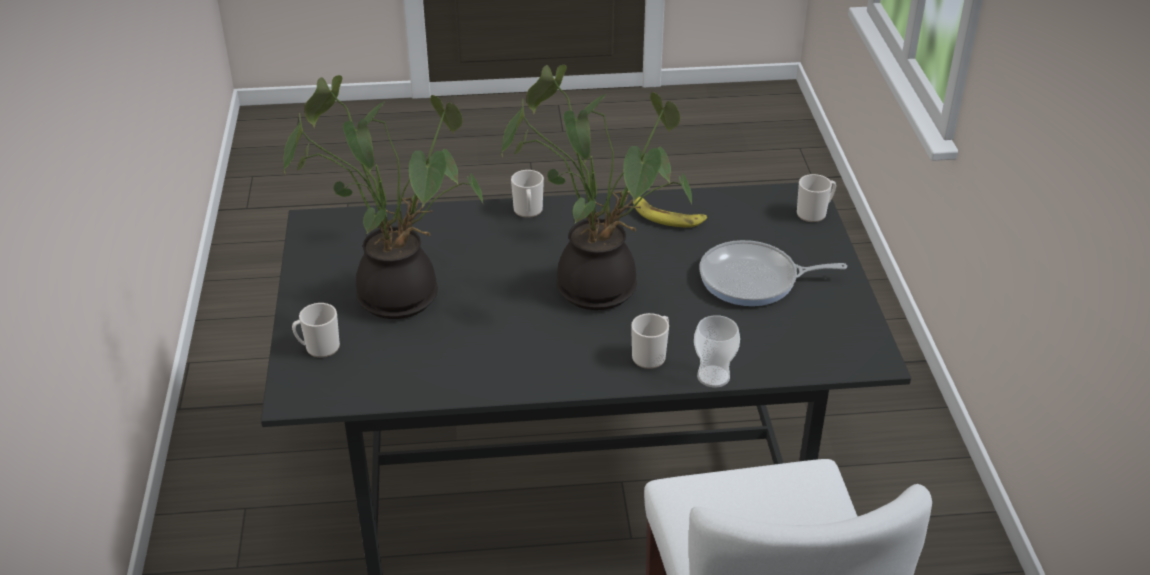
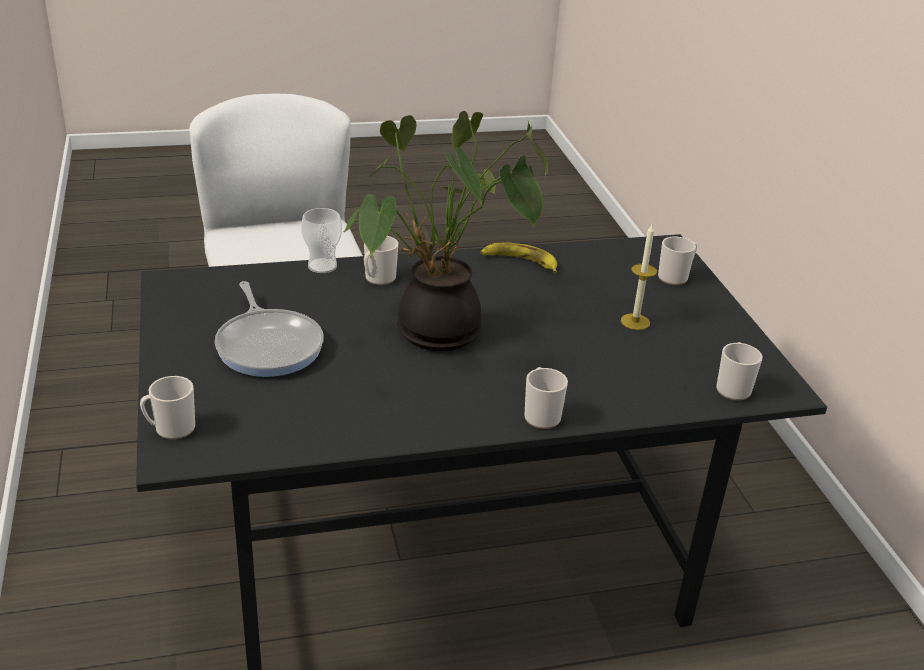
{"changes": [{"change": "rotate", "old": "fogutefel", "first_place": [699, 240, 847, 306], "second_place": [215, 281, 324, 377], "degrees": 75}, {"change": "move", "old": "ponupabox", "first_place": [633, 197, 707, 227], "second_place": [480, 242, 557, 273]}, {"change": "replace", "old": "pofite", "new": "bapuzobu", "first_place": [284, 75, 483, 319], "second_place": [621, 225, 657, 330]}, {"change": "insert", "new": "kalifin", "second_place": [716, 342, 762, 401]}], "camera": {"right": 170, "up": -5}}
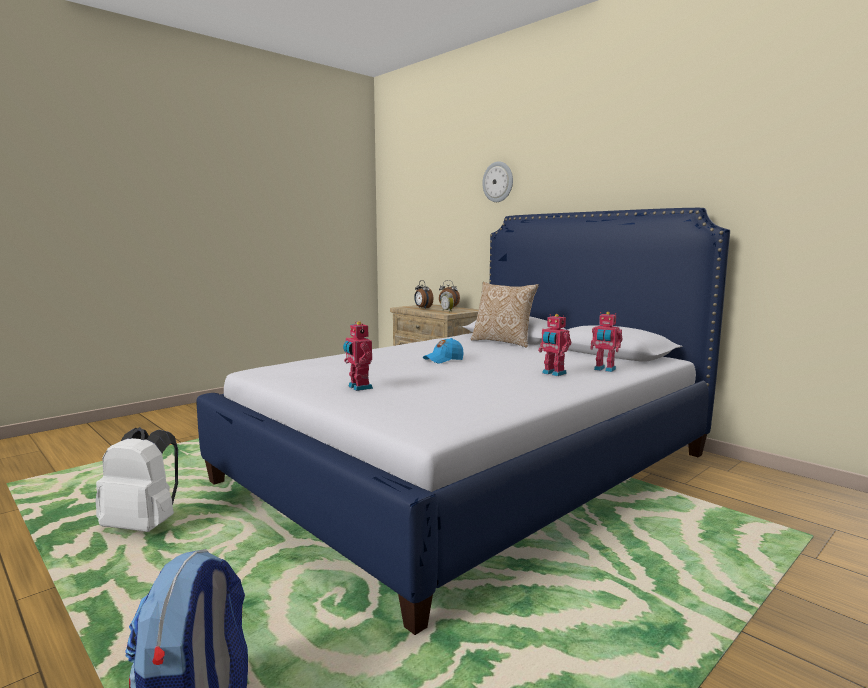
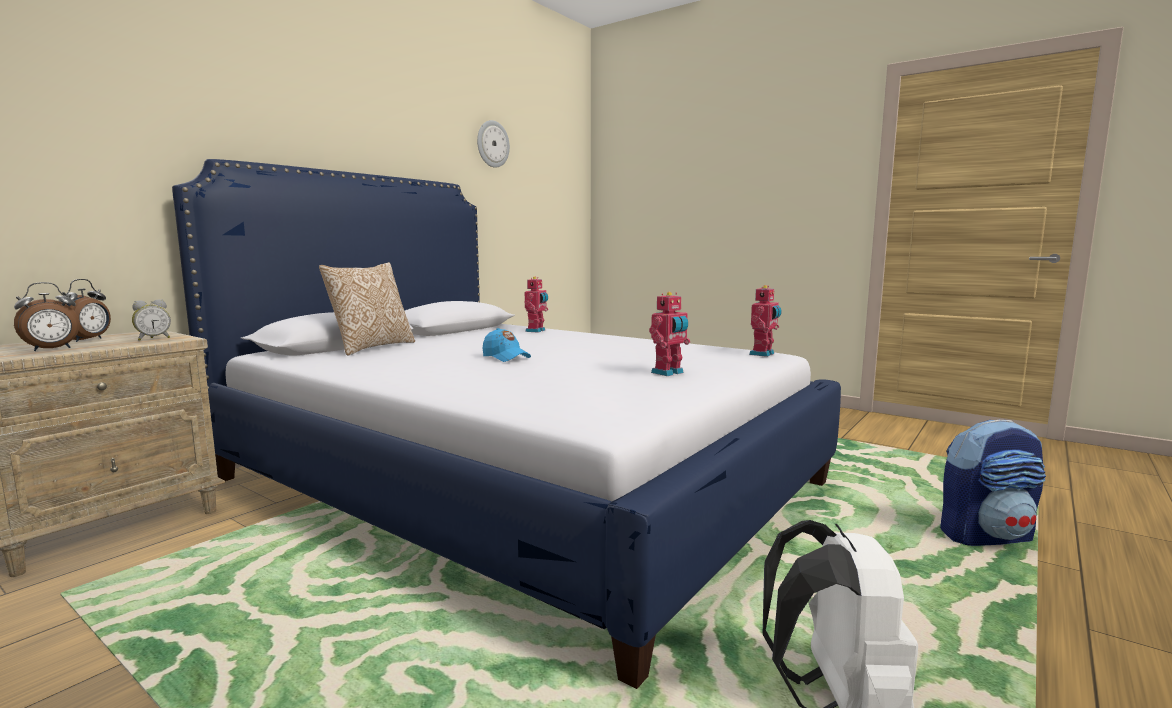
{"changes": [{"change": "move", "old": "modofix", "first_place": [482, 161, 513, 202], "second_place": [477, 120, 510, 168]}, {"change": "move", "old": "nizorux", "first_place": [538, 314, 571, 376], "second_place": [749, 285, 782, 357]}], "camera": {"right": -100, "up": 0}}
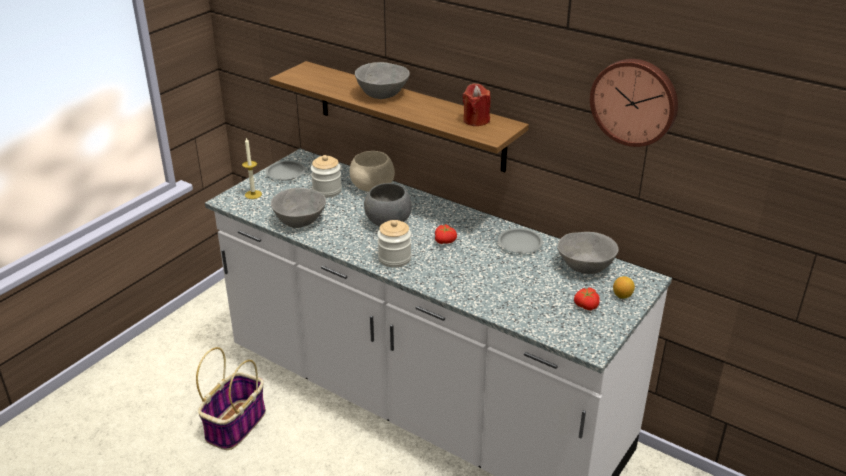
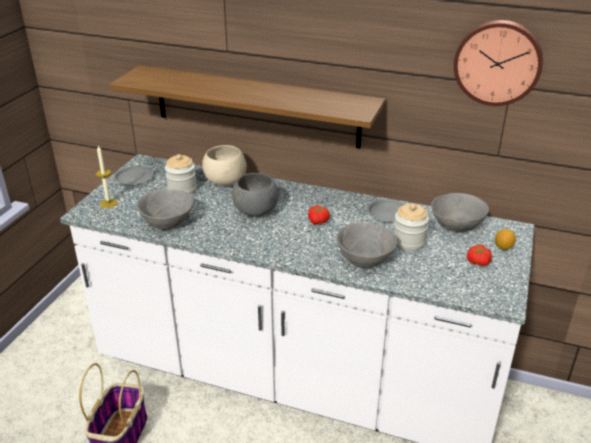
{"changes": [{"change": "move", "old": "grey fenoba", "first_place": [355, 62, 410, 99], "second_place": [337, 222, 397, 268]}, {"change": "move", "old": "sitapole", "first_place": [377, 220, 411, 268], "second_place": [394, 204, 429, 251]}, {"change": "delete", "old": "red bapuzobu", "first_place": [463, 84, 490, 126]}], "camera": {"right": -15, "up": 0}}
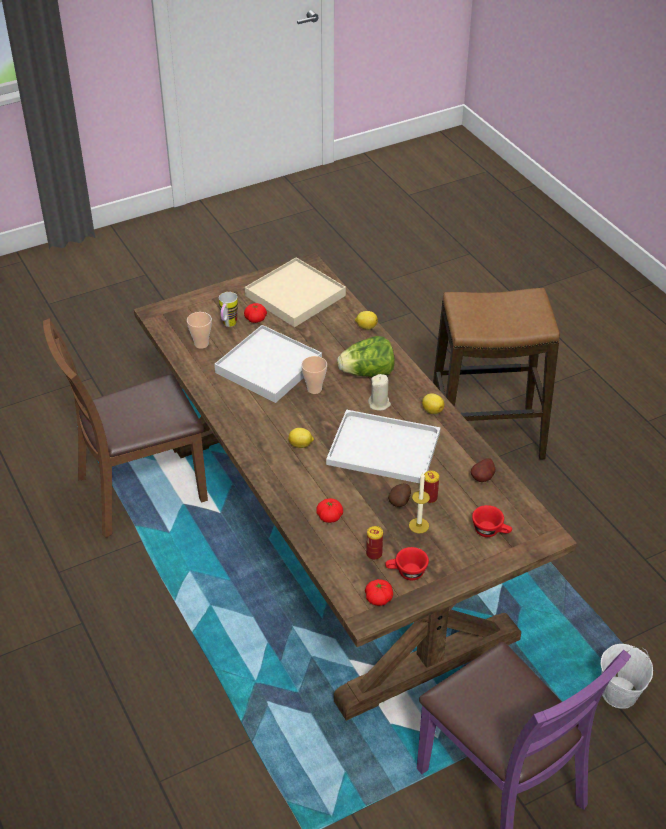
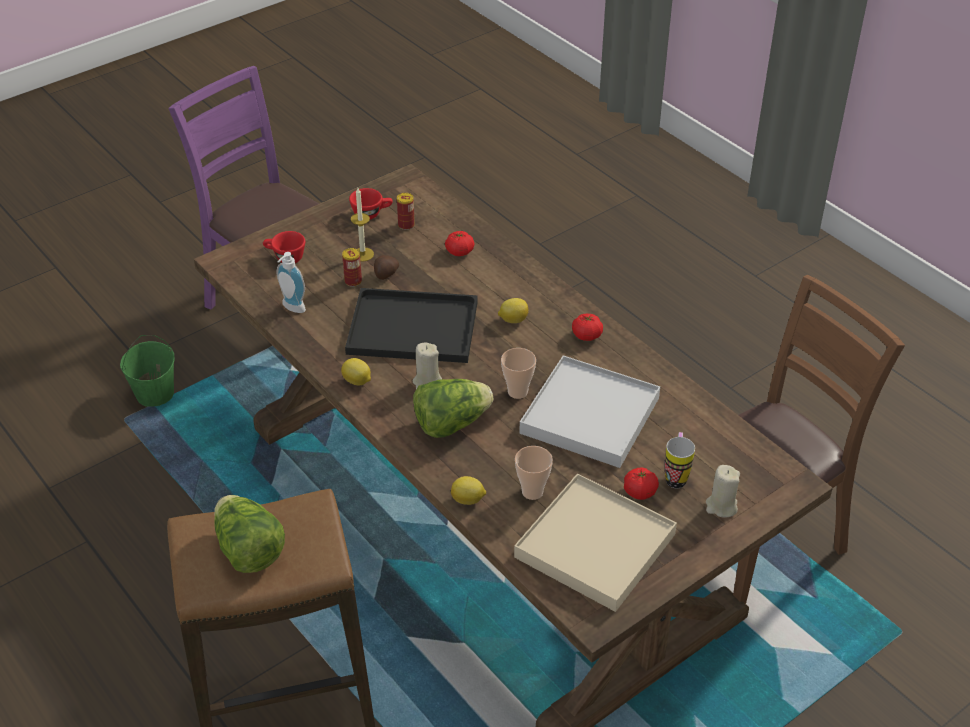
{"changes": [{"change": "recolor", "old": "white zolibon", "new": "green zolibon", "first_place": [601, 644, 653, 709], "second_place": [120, 335, 175, 407]}, {"change": "insert", "new": "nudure", "second_place": [214, 495, 285, 573]}, {"change": "replace", "old": "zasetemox", "new": "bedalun", "first_place": [471, 458, 495, 482], "second_place": [277, 252, 306, 313]}, {"change": "recolor", "old": "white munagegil", "new": "black munagegil", "first_place": [326, 410, 441, 483], "second_place": [345, 288, 478, 363]}, {"change": "move", "old": "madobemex", "first_place": [187, 312, 212, 349], "second_place": [515, 446, 553, 500]}, {"change": "move", "old": "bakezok", "first_place": [365, 579, 393, 606], "second_place": [572, 313, 603, 341]}, {"change": "insert", "new": "beige bapuzobu", "second_place": [706, 465, 740, 518]}], "camera": {"right": 170, "up": 0}}
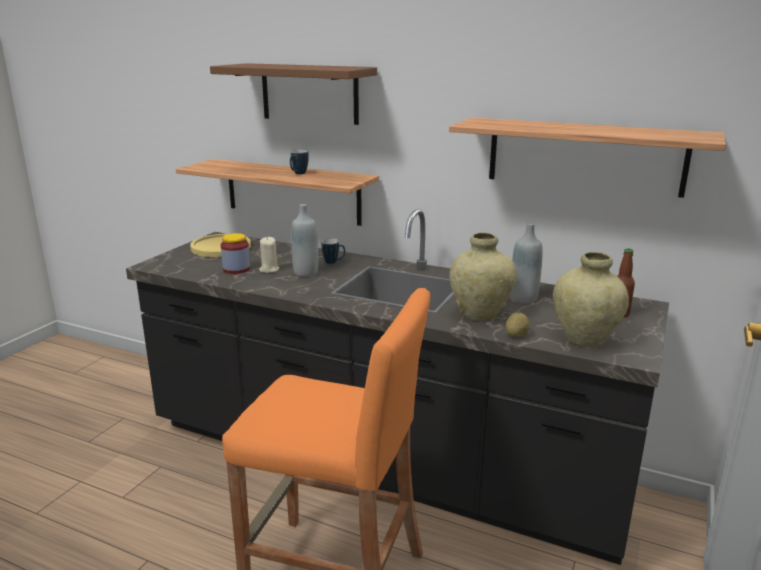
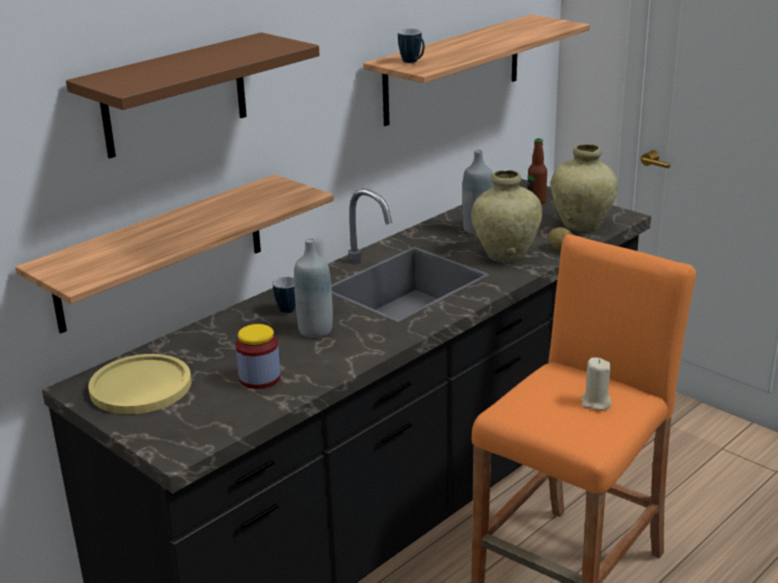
{"changes": [{"change": "move", "old": "kalifin", "first_place": [290, 149, 309, 174], "second_place": [398, 29, 425, 63]}, {"change": "move", "old": "beige bapuzobu", "first_place": [259, 237, 279, 273], "second_place": [581, 357, 612, 410]}], "camera": {"right": -70, "up": 5}}
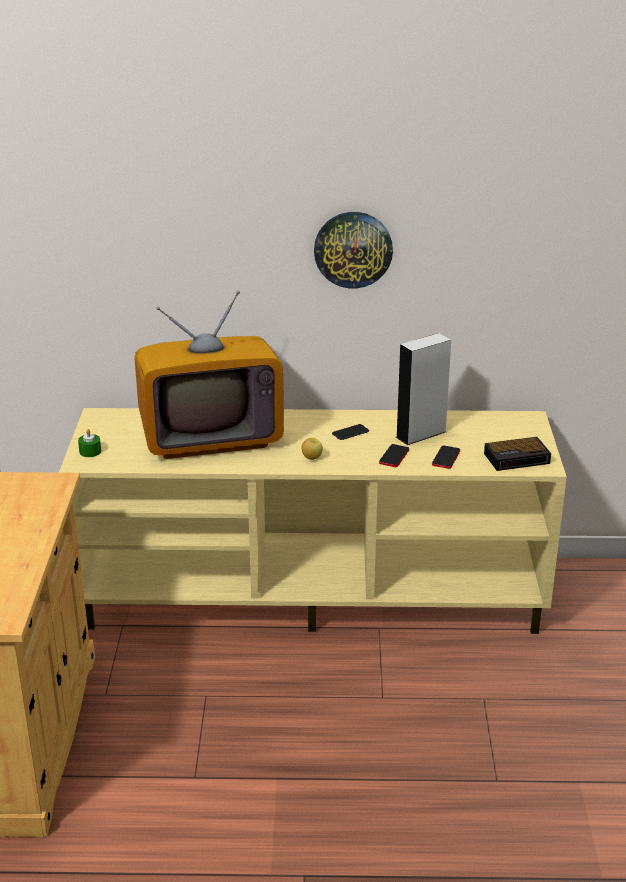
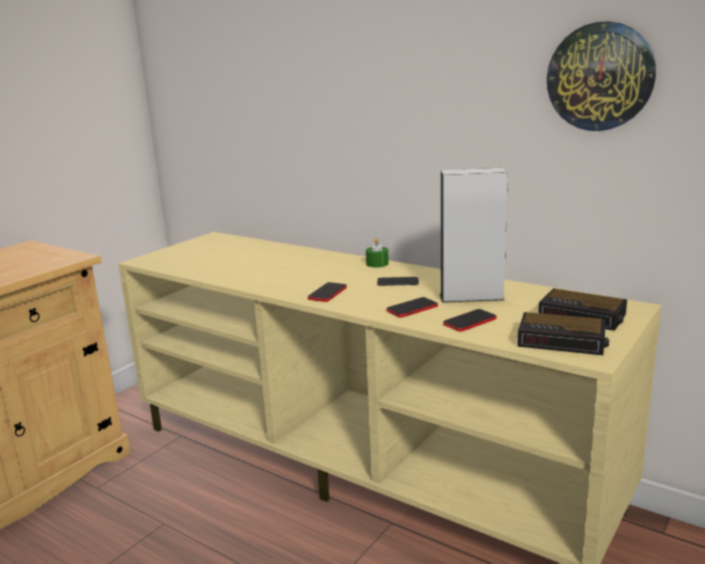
{"changes": [{"change": "replace", "old": "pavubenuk", "new": "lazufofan", "first_place": [301, 438, 323, 460], "second_place": [308, 282, 347, 302]}, {"change": "move", "old": "green bapuzobu", "first_place": [78, 429, 101, 457], "second_place": [366, 238, 389, 268]}, {"change": "insert", "new": "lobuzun", "second_place": [538, 288, 627, 331]}, {"change": "move", "old": "modofix", "first_place": [314, 212, 393, 288], "second_place": [547, 21, 656, 131]}, {"change": "delete", "old": "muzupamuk", "first_place": [135, 291, 284, 459]}], "camera": {"right": 35, "up": -10}}
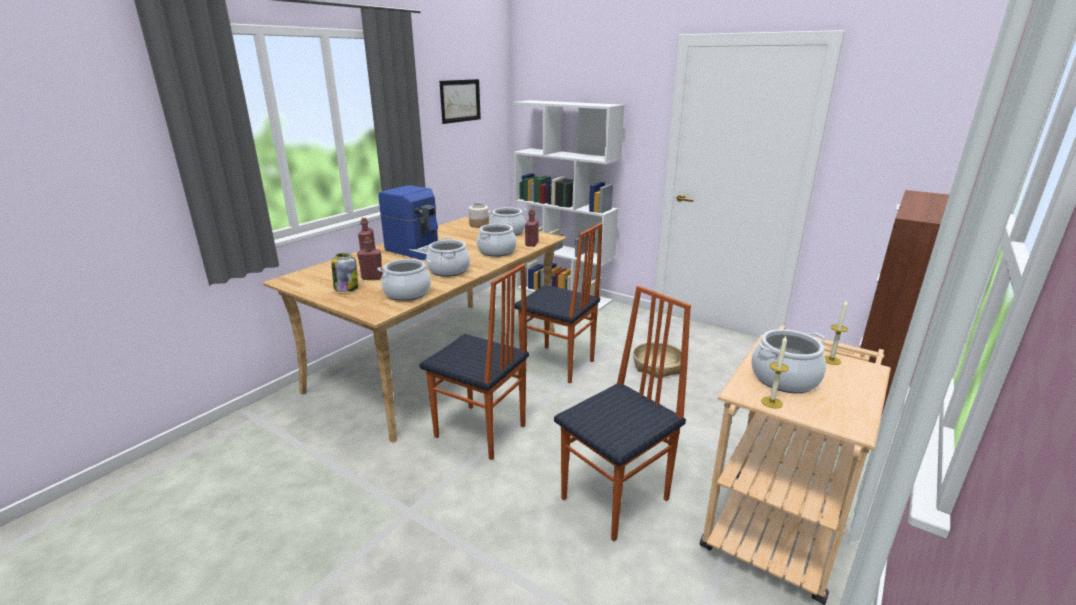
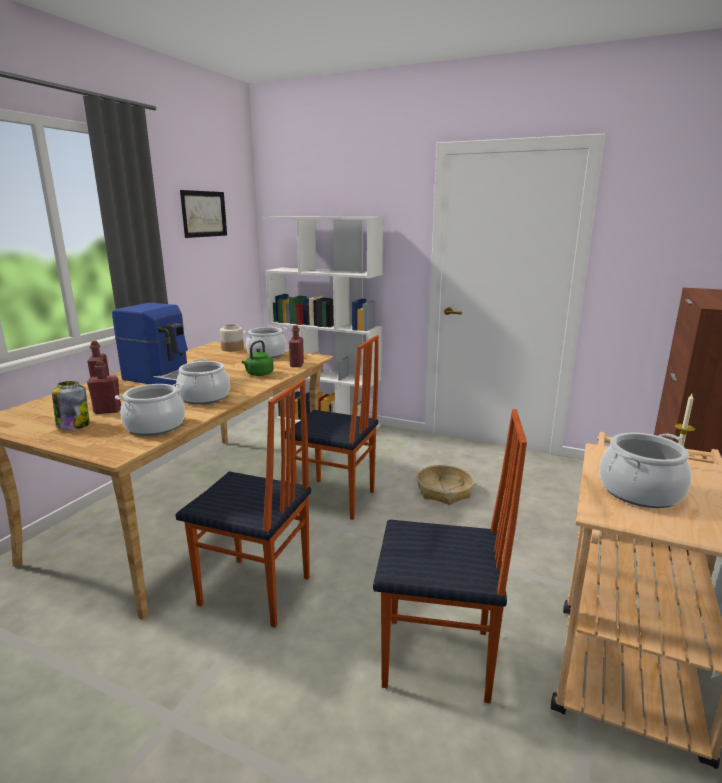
{"changes": [{"change": "replace", "old": "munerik", "new": "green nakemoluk", "first_place": [477, 222, 516, 257], "second_place": [242, 340, 274, 376]}, {"change": "rotate", "old": "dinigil", "first_place": [554, 285, 691, 541], "second_place": [373, 409, 527, 703], "degrees": 60}, {"change": "delete", "old": "bapuzobu", "first_place": [761, 336, 789, 409]}], "camera": {"right": -10, "up": -5}}
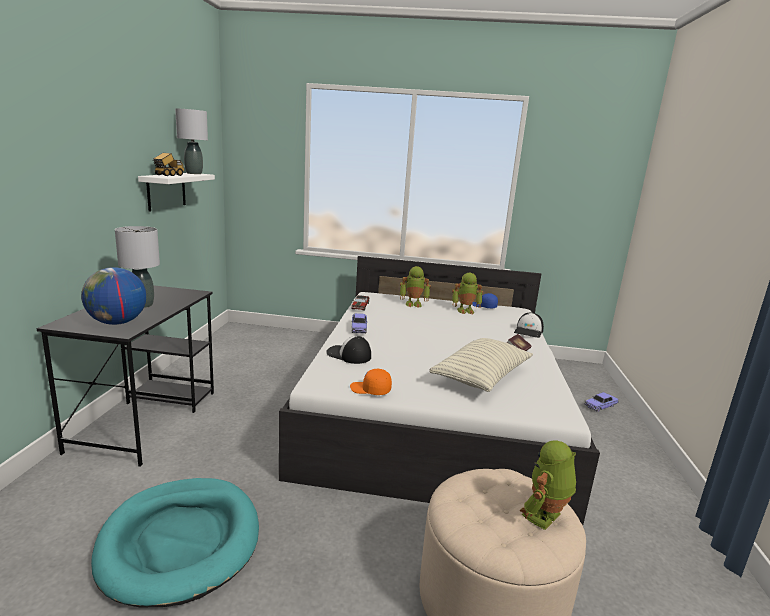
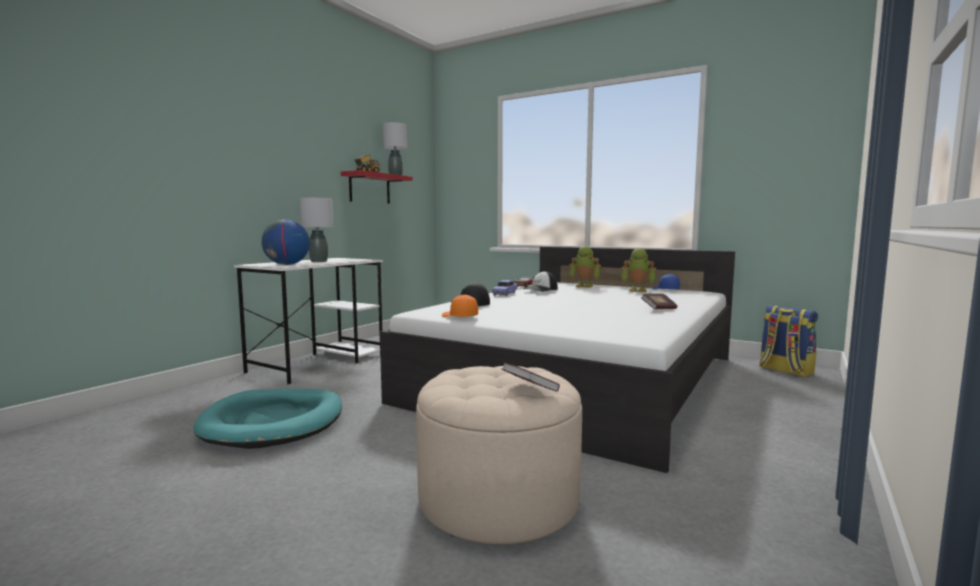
{"changes": [{"change": "recolor", "old": "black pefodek", "new": "white pefodek", "first_place": [36, 285, 214, 467], "second_place": [234, 258, 383, 384]}, {"change": "recolor", "old": "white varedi", "new": "red varedi", "first_place": [138, 173, 215, 212], "second_place": [341, 170, 413, 203]}, {"change": "replace", "old": "nizorux", "new": "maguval", "first_place": [519, 440, 576, 530], "second_place": [501, 362, 560, 392]}, {"change": "move", "old": "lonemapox", "first_place": [514, 313, 544, 338], "second_place": [523, 271, 558, 292]}, {"change": "insert", "new": "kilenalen", "second_place": [759, 305, 818, 377]}, {"change": "delete", "old": "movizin", "first_place": [429, 338, 533, 392]}, {"change": "delete", "old": "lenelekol", "first_place": [584, 392, 619, 412]}], "camera": {"right": 25, "up": -10}}
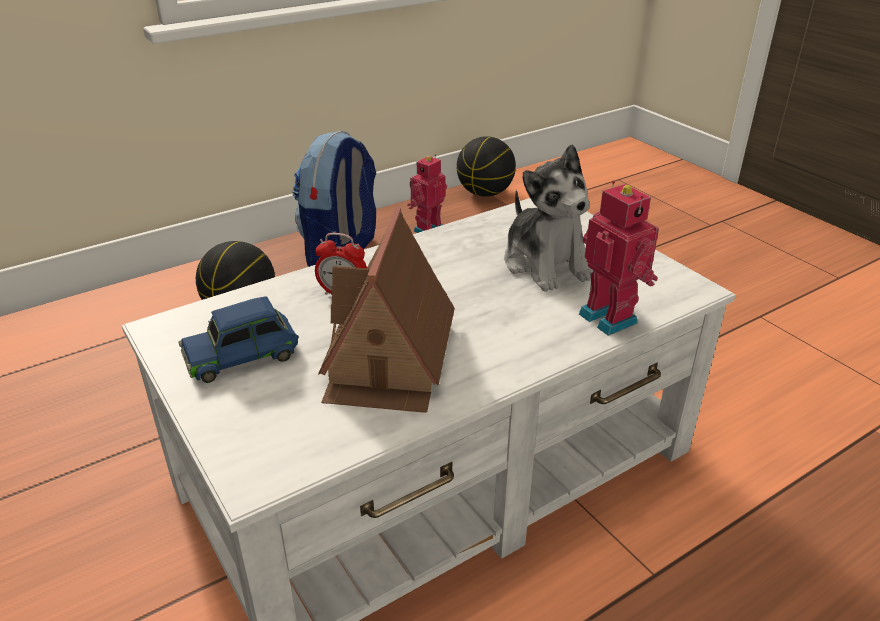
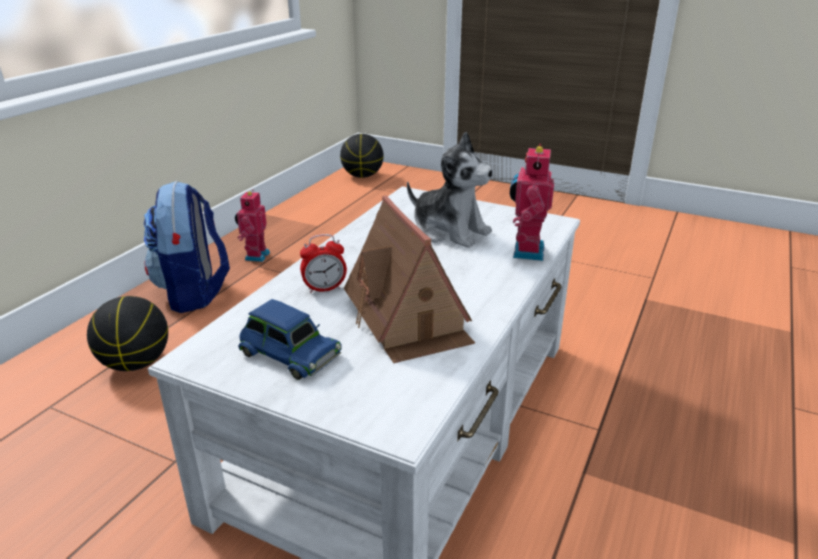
{"changes": [{"change": "rotate", "old": "blue lenelekol", "first_place": [178, 296, 299, 383], "second_place": [238, 299, 342, 380], "degrees": -90}, {"change": "move", "old": "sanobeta", "first_place": [457, 136, 516, 197], "second_place": [340, 134, 384, 178]}, {"change": "rotate", "old": "nizorux", "first_place": [579, 181, 659, 336], "second_place": [510, 144, 554, 261], "degrees": -105}], "camera": {"right": -30, "up": -5}}
